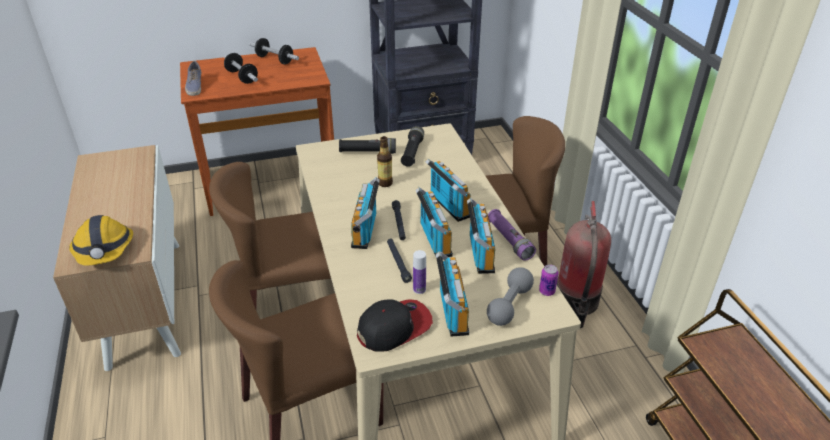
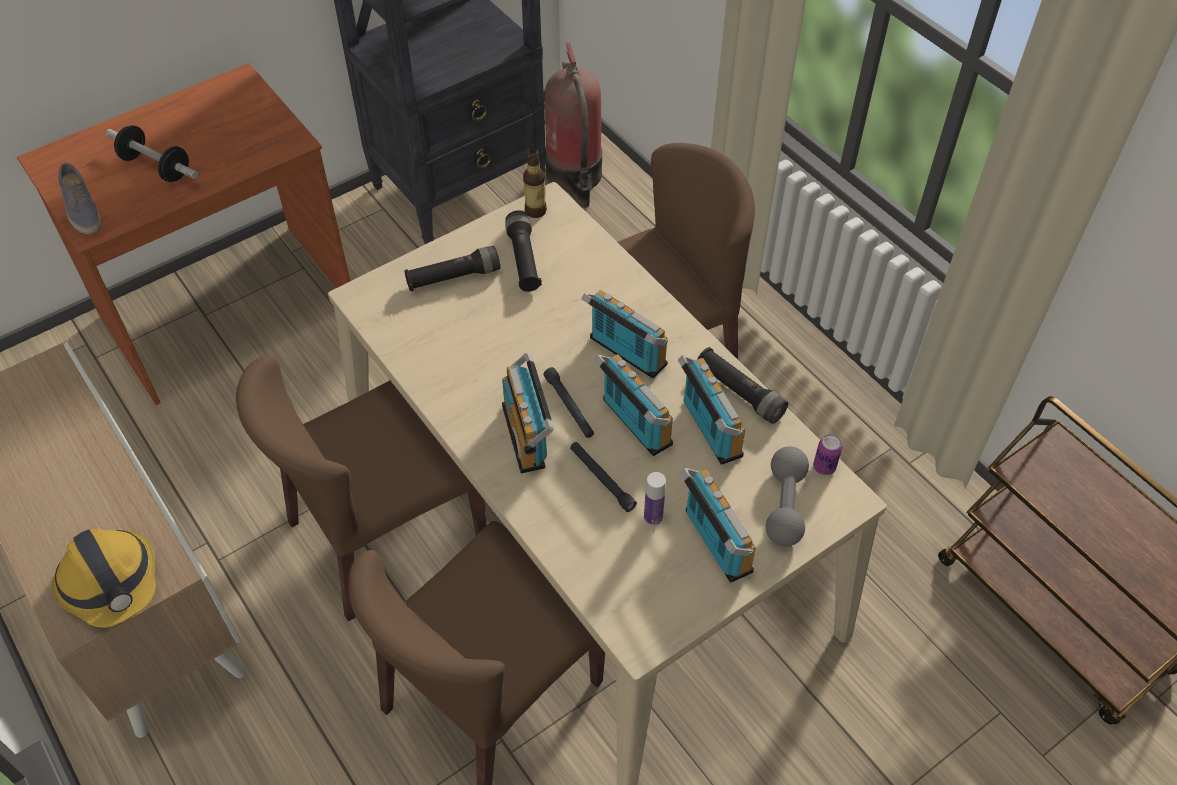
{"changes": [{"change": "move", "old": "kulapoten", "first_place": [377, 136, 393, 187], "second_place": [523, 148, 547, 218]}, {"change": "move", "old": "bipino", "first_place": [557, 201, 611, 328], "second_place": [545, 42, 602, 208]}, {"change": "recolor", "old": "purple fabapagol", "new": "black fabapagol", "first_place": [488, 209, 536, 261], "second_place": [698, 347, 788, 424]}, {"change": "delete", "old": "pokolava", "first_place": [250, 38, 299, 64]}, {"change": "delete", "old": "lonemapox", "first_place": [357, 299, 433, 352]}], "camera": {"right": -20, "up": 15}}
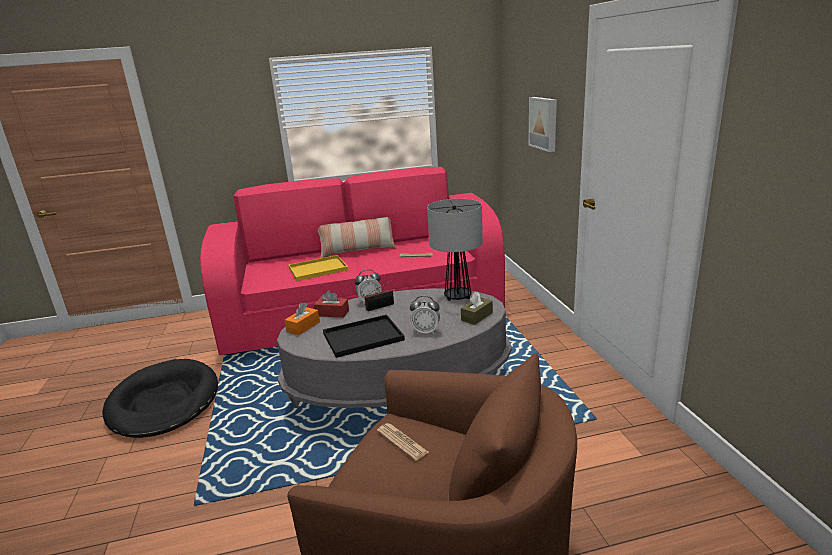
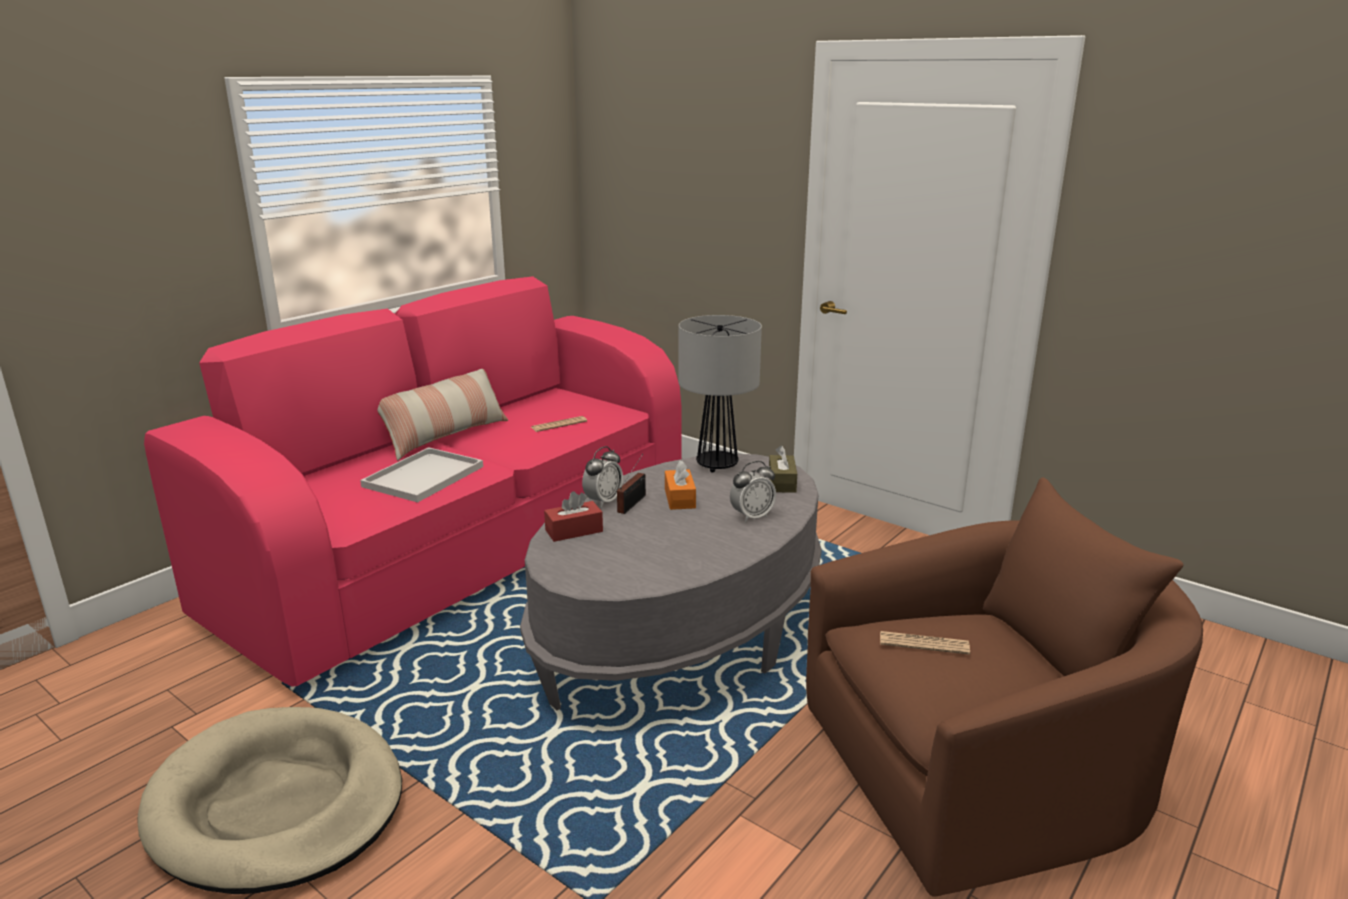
{"changes": [{"change": "recolor", "old": "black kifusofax", "new": "beige kifusofax", "first_place": [102, 359, 218, 438], "second_place": [138, 707, 402, 894]}, {"change": "recolor", "old": "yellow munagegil", "new": "white munagegil", "first_place": [288, 255, 348, 281], "second_place": [360, 447, 483, 503]}, {"change": "move", "old": "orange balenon", "first_place": [285, 302, 320, 335], "second_place": [665, 460, 696, 510]}, {"change": "delete", "old": "black munagegil", "first_place": [323, 314, 405, 358]}, {"change": "delete", "old": "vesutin", "first_place": [528, 97, 557, 152]}], "camera": {"right": -40, "up": 0}}
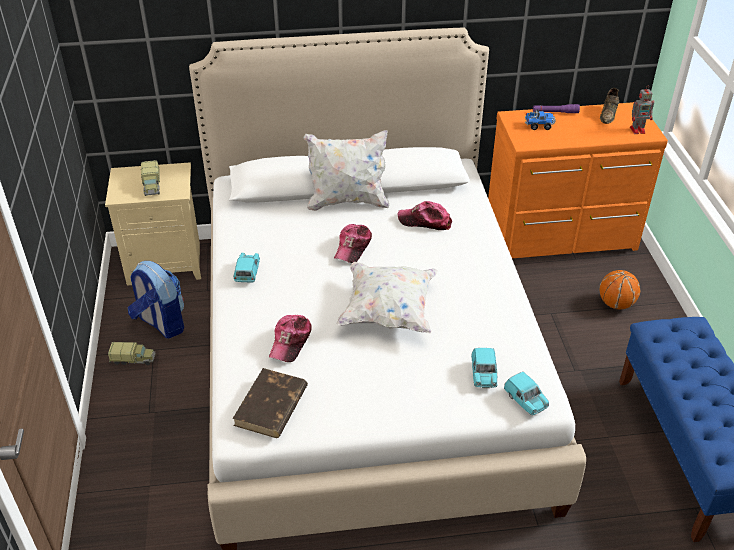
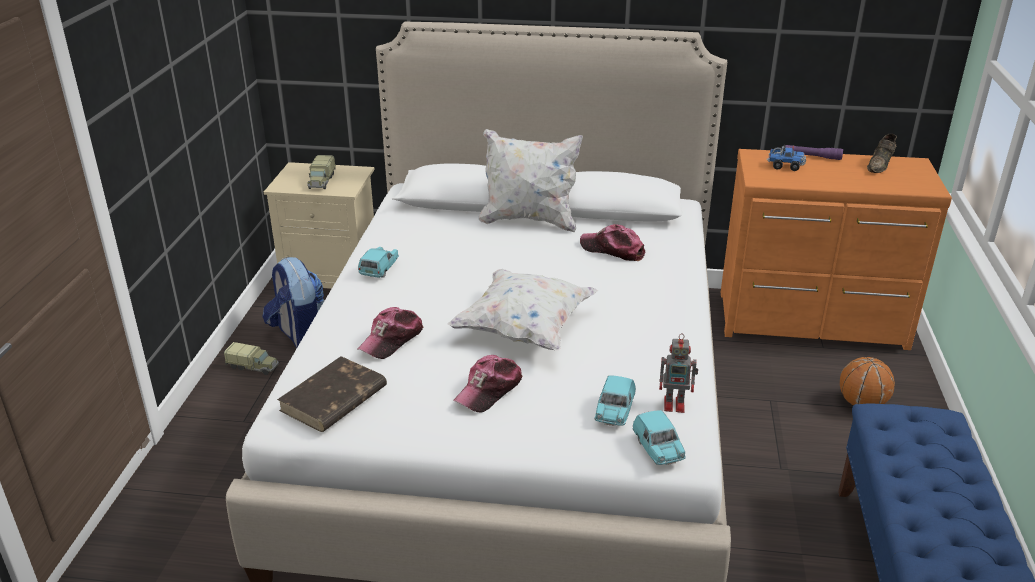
{"changes": [{"change": "move", "old": "lonemapox", "first_place": [334, 224, 372, 263], "second_place": [453, 355, 522, 413]}, {"change": "move", "old": "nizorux", "first_place": [630, 88, 654, 134], "second_place": [659, 333, 698, 413]}], "camera": {"right": 15, "up": -10}}
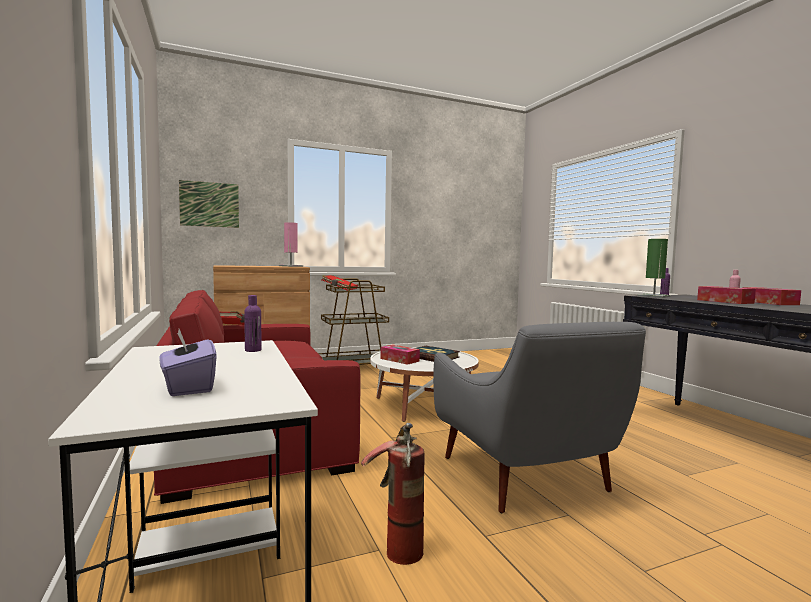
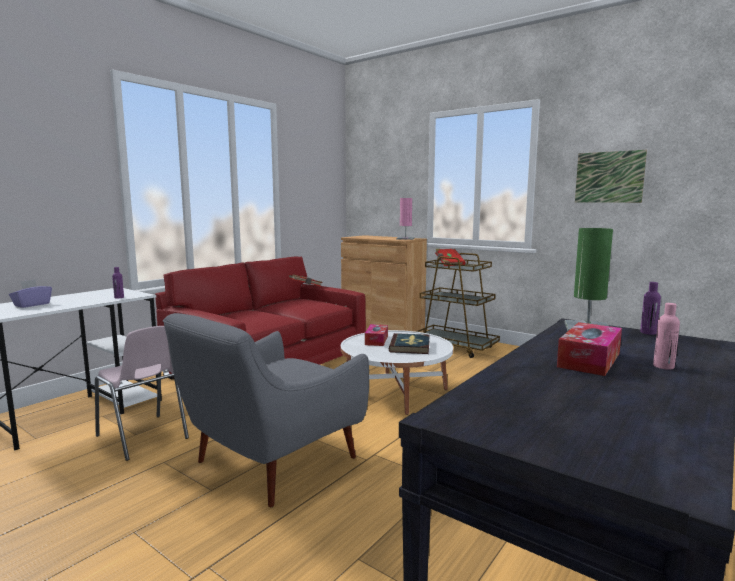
{"changes": [{"change": "replace", "old": "bipino", "new": "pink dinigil", "first_place": [361, 423, 425, 565], "second_place": [95, 326, 189, 461]}, {"change": "move", "old": "vesutin", "first_place": [179, 180, 239, 228], "second_place": [575, 150, 647, 203]}, {"change": "delete", "old": "balenon", "first_place": [742, 287, 801, 305]}], "camera": {"right": 60, "up": 5}}
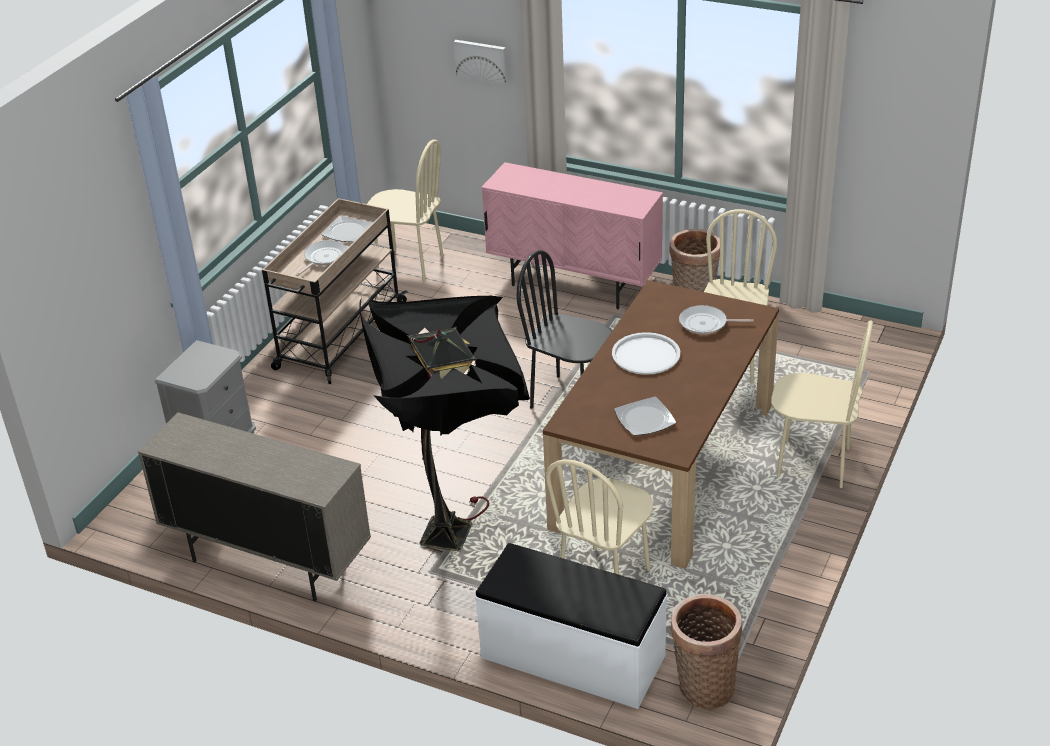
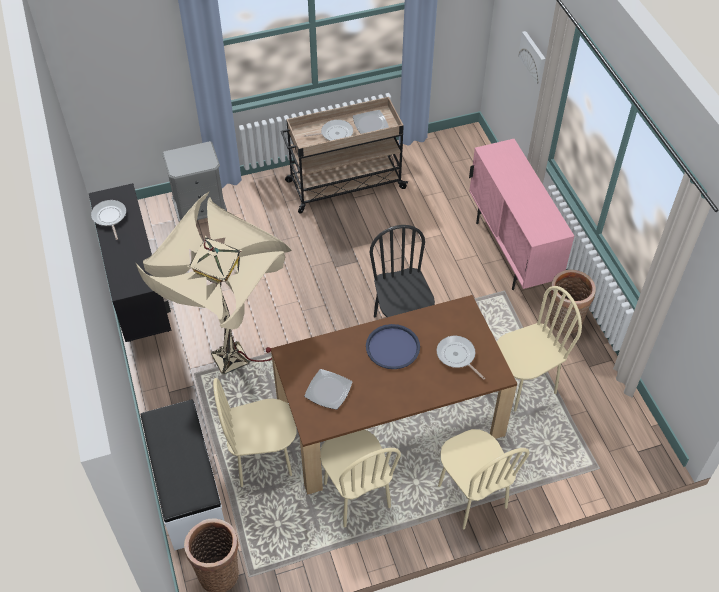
{"changes": [{"change": "recolor", "old": "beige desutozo", "new": "black desutozo", "first_place": [138, 412, 371, 602], "second_place": [89, 183, 171, 342]}, {"change": "insert", "new": "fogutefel", "second_place": [91, 200, 126, 240]}, {"change": "recolor", "old": "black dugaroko", "new": "beige dugaroko", "first_place": [359, 296, 530, 551], "second_place": [135, 191, 292, 374]}, {"change": "move", "old": "beige dinigil", "first_place": [367, 139, 444, 283], "second_place": [320, 430, 401, 528]}, {"change": "recolor", "old": "white munagegil", "new": "blue munagegil", "first_place": [612, 332, 680, 375], "second_place": [366, 324, 420, 369]}], "camera": {"right": 45, "up": 15}}
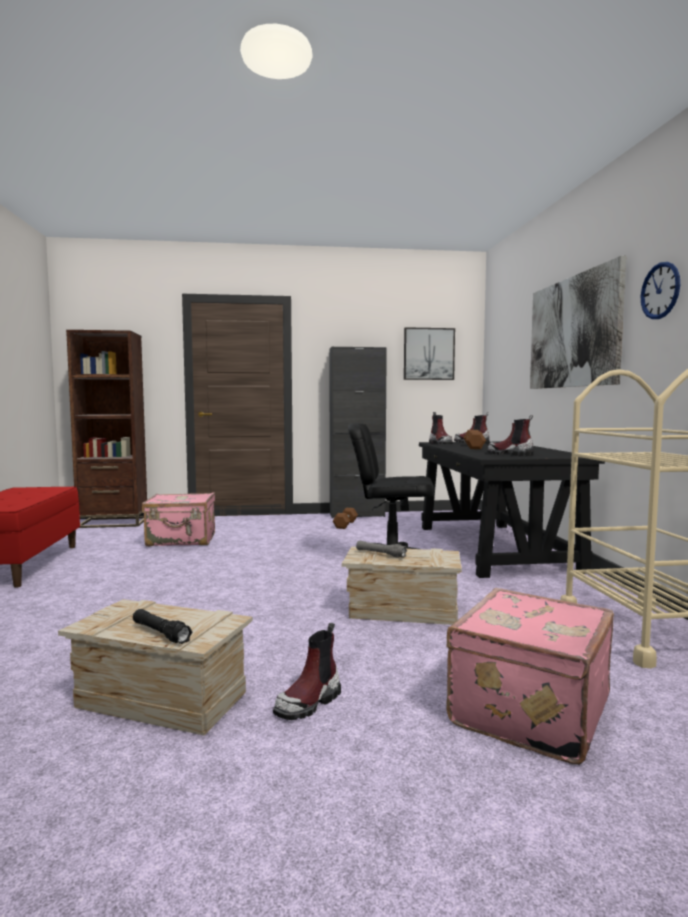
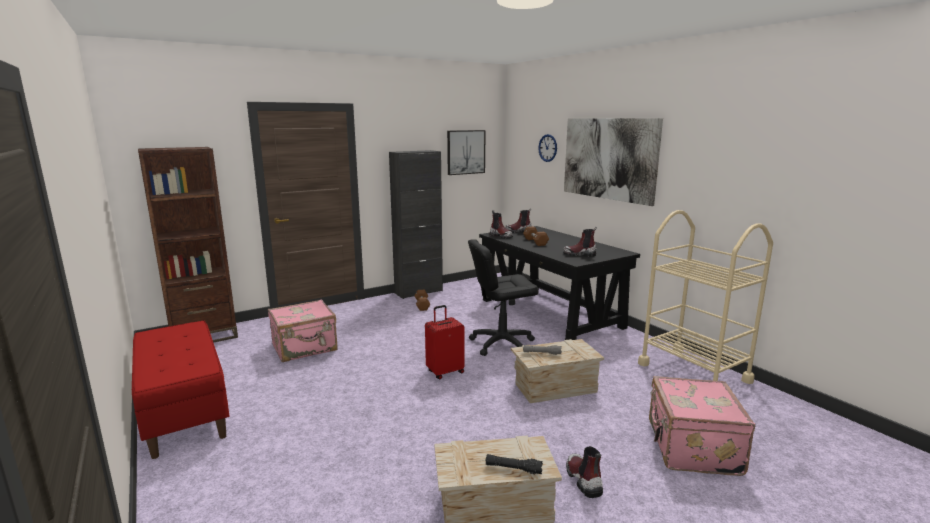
{"changes": [{"change": "insert", "new": "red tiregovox", "second_place": [425, 305, 464, 379]}, {"change": "move", "old": "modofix", "first_place": [641, 262, 680, 319], "second_place": [538, 134, 557, 162]}, {"change": "rotate", "old": "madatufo", "first_place": [273, 622, 341, 720], "second_place": [566, 446, 603, 498], "degrees": 150}], "camera": {"right": -25, "up": 10}}
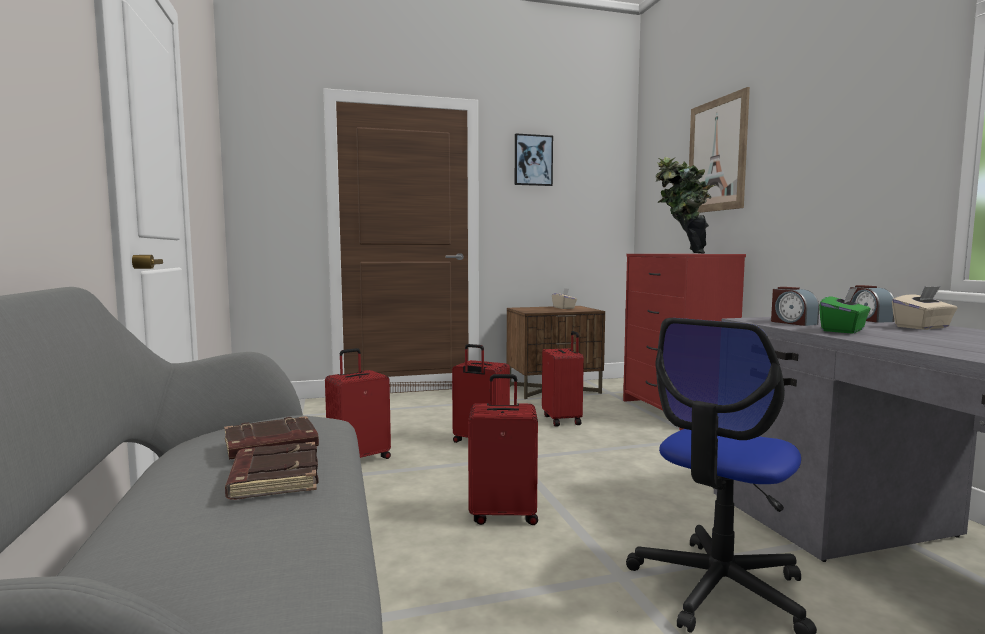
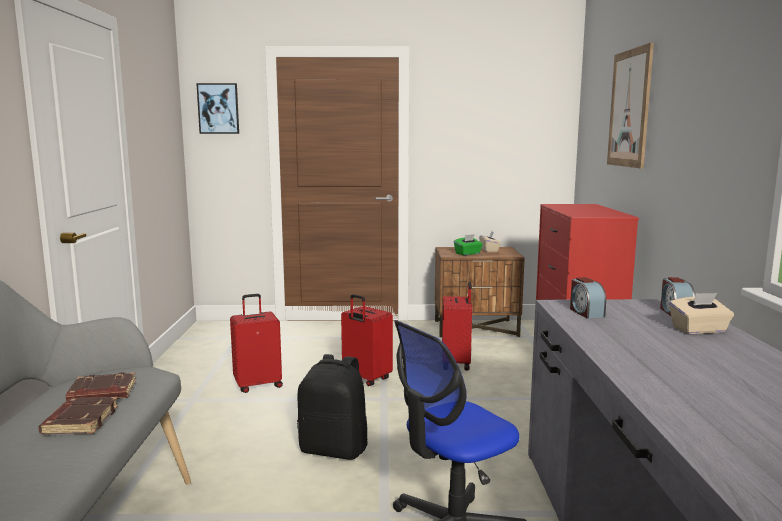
{"changes": [{"change": "move", "old": "vesutin", "first_place": [515, 134, 553, 186], "second_place": [196, 83, 239, 134]}, {"change": "replace", "old": "red tiregovox", "new": "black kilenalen", "first_place": [468, 374, 538, 525], "second_place": [297, 354, 368, 460]}, {"change": "move", "old": "green balenon", "first_place": [819, 287, 871, 334], "second_place": [454, 234, 483, 255]}, {"change": "delete", "old": "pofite", "first_place": [656, 157, 715, 254]}], "camera": {"right": 15, "up": 5}}
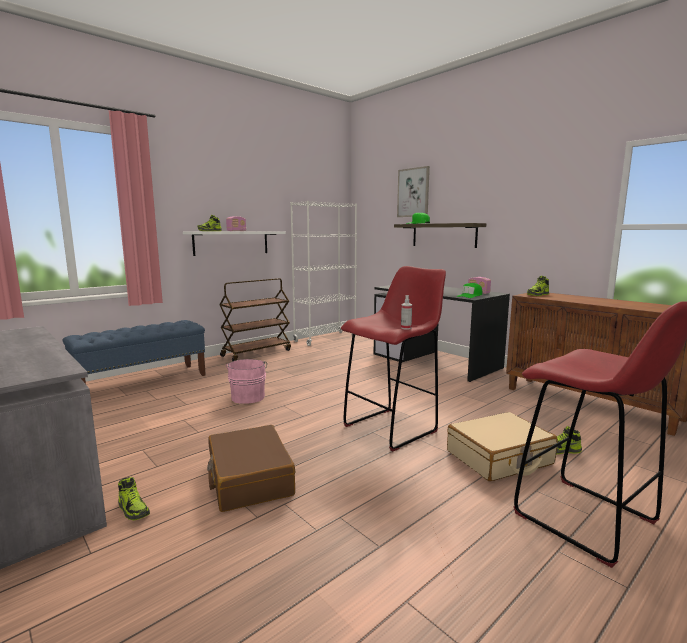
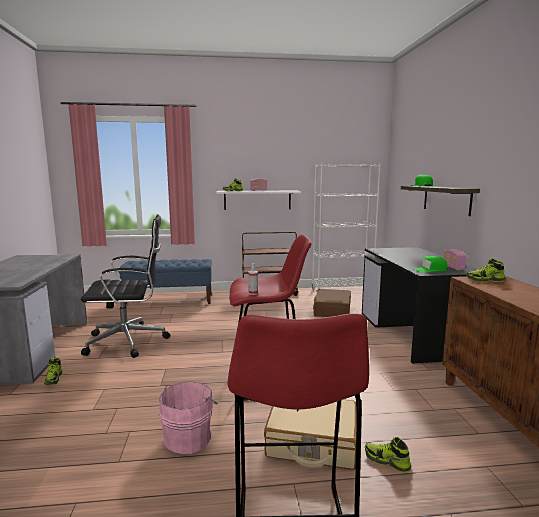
{"changes": [{"change": "insert", "new": "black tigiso", "second_place": [81, 214, 170, 358]}, {"change": "move", "old": "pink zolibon", "first_place": [226, 359, 267, 404], "second_place": [159, 381, 218, 454]}, {"change": "move", "old": "brown tiregovox", "first_place": [207, 425, 295, 512], "second_place": [313, 289, 351, 317]}, {"change": "delete", "old": "vesutin", "first_place": [397, 166, 430, 217]}], "camera": {"right": 35, "up": 0}}
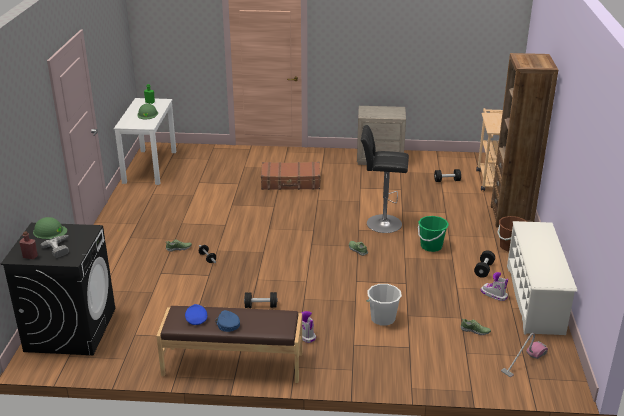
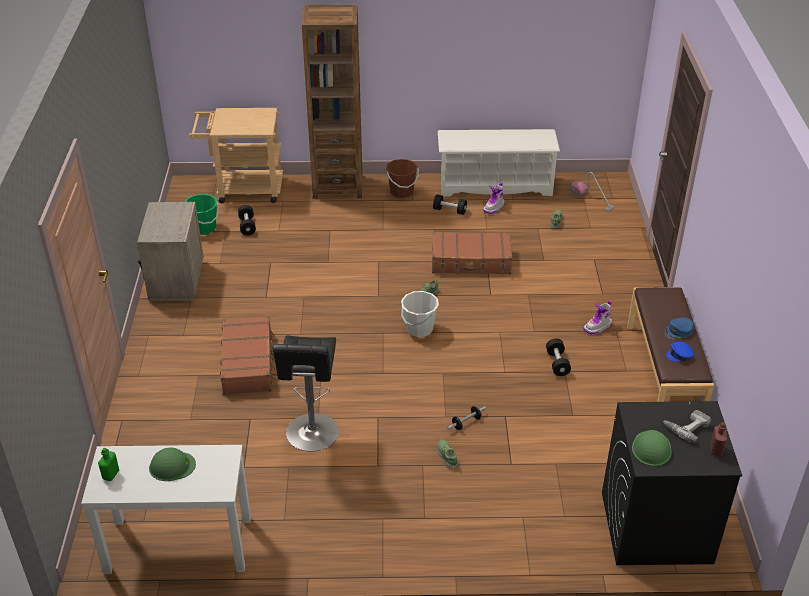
{"changes": [{"change": "move", "old": "green zolibon", "first_place": [418, 216, 449, 252], "second_place": [185, 194, 219, 235]}, {"change": "move", "old": "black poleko", "first_place": [361, 125, 409, 233], "second_place": [272, 335, 339, 452]}, {"change": "move", "old": "white zolibon", "first_place": [366, 284, 402, 326], "second_place": [401, 291, 439, 337]}, {"change": "insert", "new": "brown tiregovox", "second_place": [432, 232, 512, 274]}], "camera": {"right": -95, "up": 10}}
